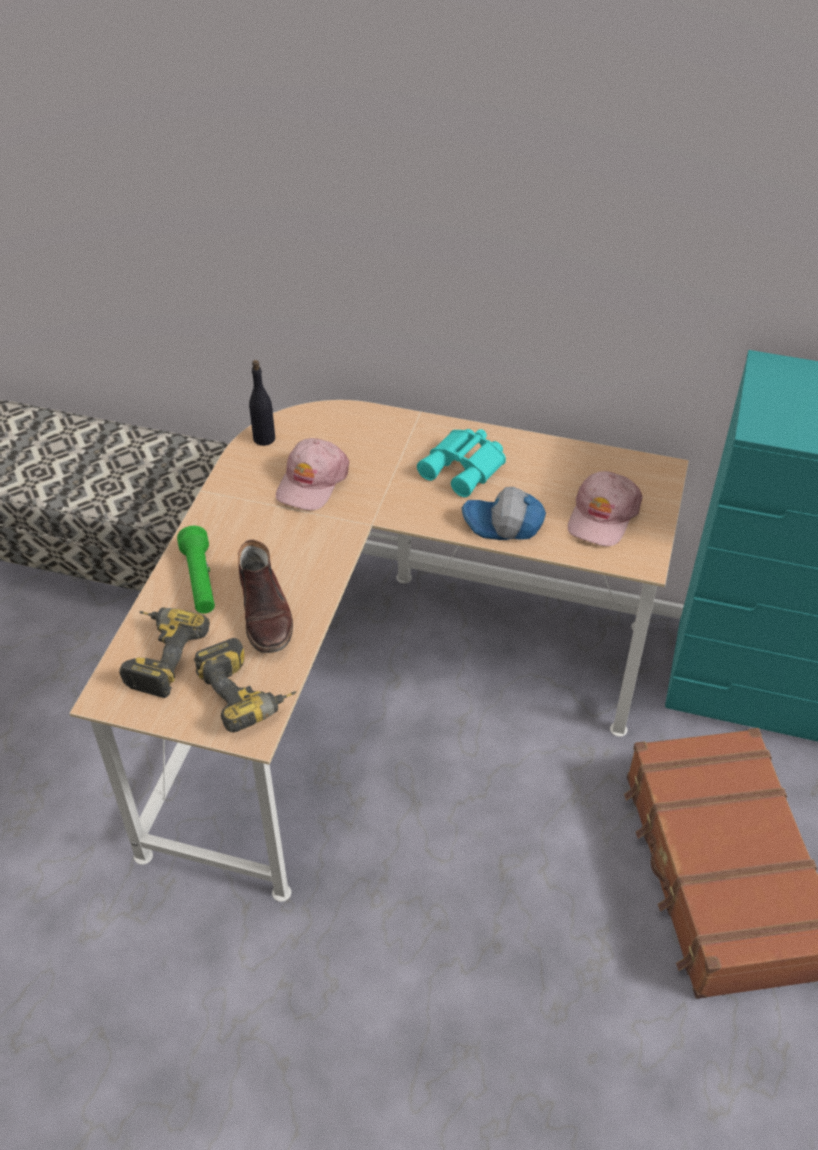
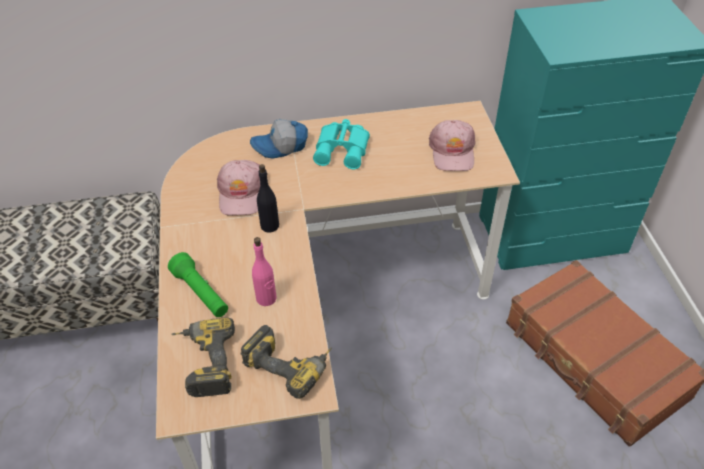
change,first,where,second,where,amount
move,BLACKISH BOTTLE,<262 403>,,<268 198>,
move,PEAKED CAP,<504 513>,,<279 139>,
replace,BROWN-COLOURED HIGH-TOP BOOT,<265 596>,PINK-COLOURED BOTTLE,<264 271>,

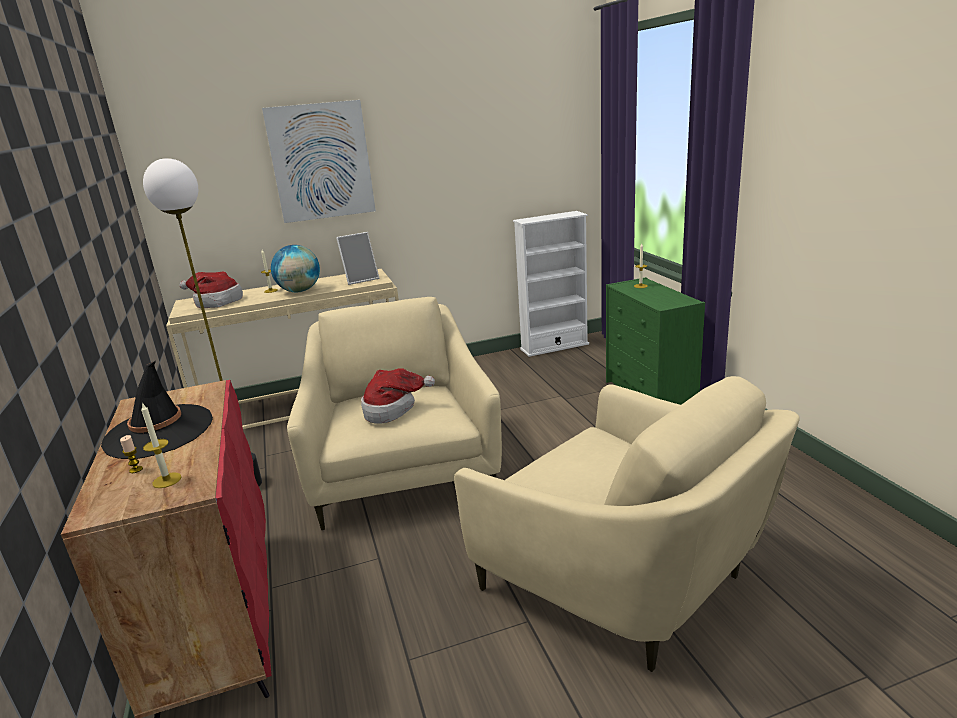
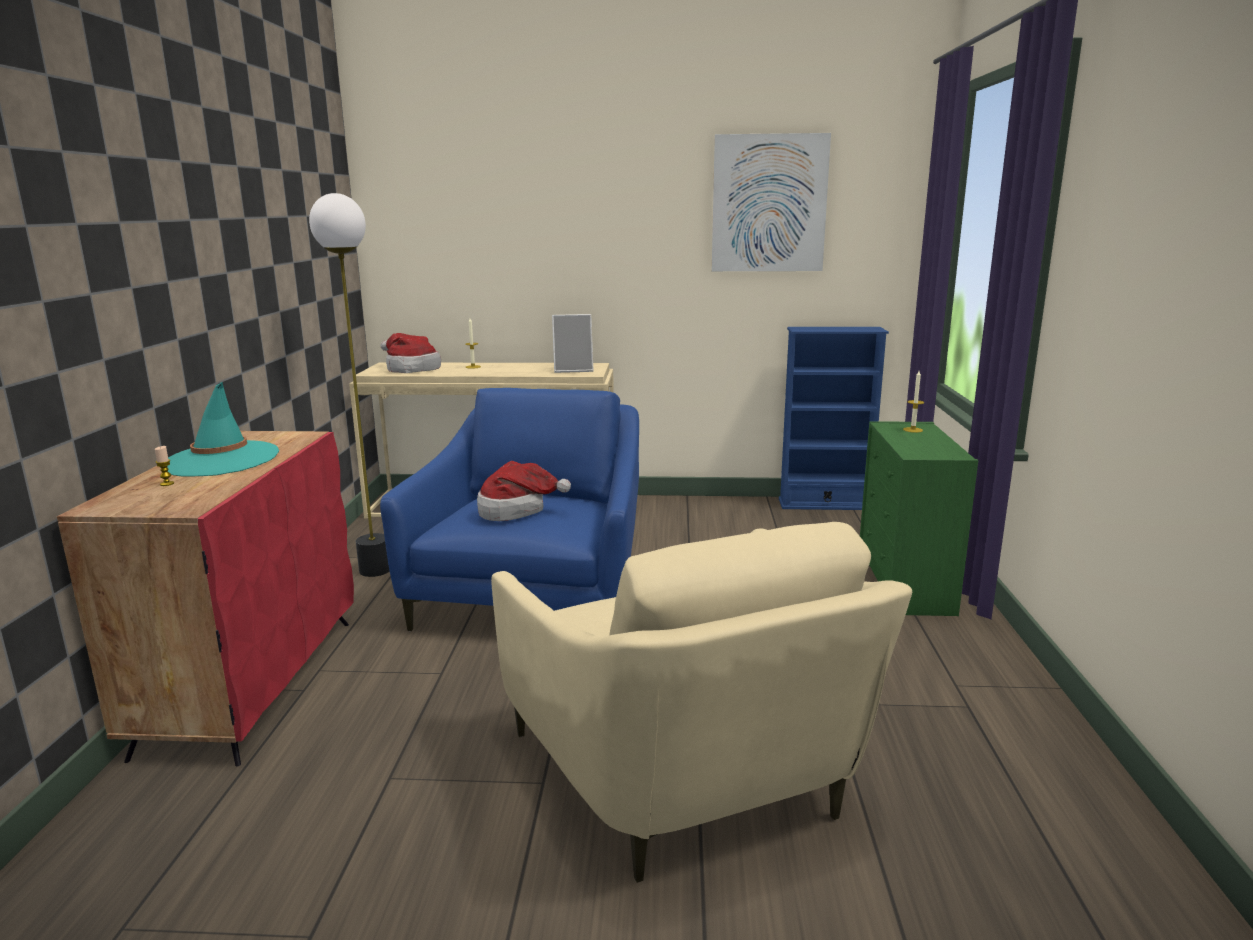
change,first,where,second,where,amount
delete,CANDLE,<161 445>,,,
delete,DESK GLOBE,<295 268>,,,
move,PICTURE,<319 161>,,<771 202>,
recolor,BLACKISH CLOTHING HAT,<157 410>,BLUE-GREEN CLOTHING HAT,<219 429>,
recolor,BEIGE-COLOURED EASY CHAIR,<394 413>,BLUE-COLOURED EASY CHAIR,<509 509>,
recolor,WHITISH SHELVING UNIT,<551 284>,BLUE-COLOURED SHELVING UNIT,<834 418>,

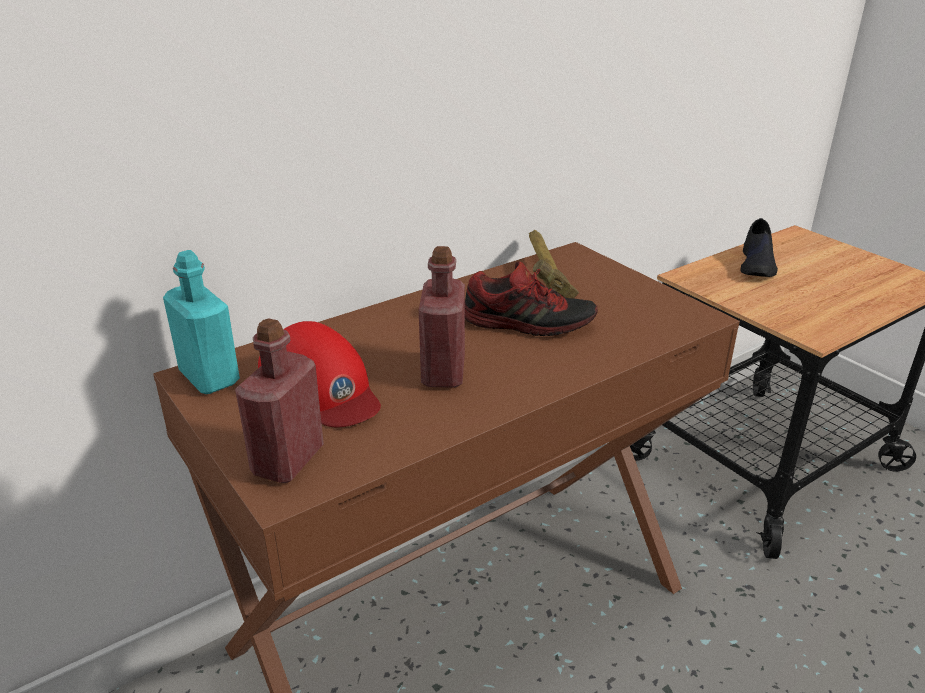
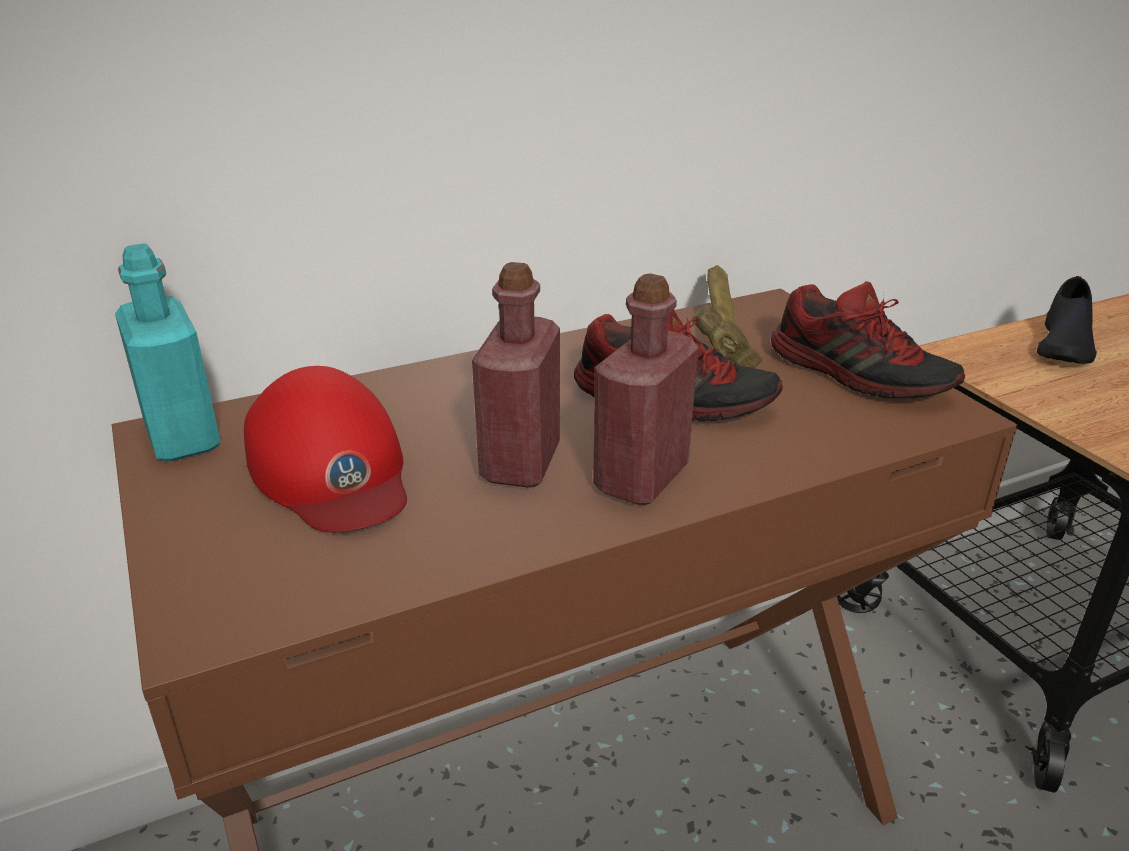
change,first,where,second,where,amount
insert,,,ITEM OF FOOTWEAR,<868 339>,
move,RED BOTTLE,<279 400>,,<646 389>,

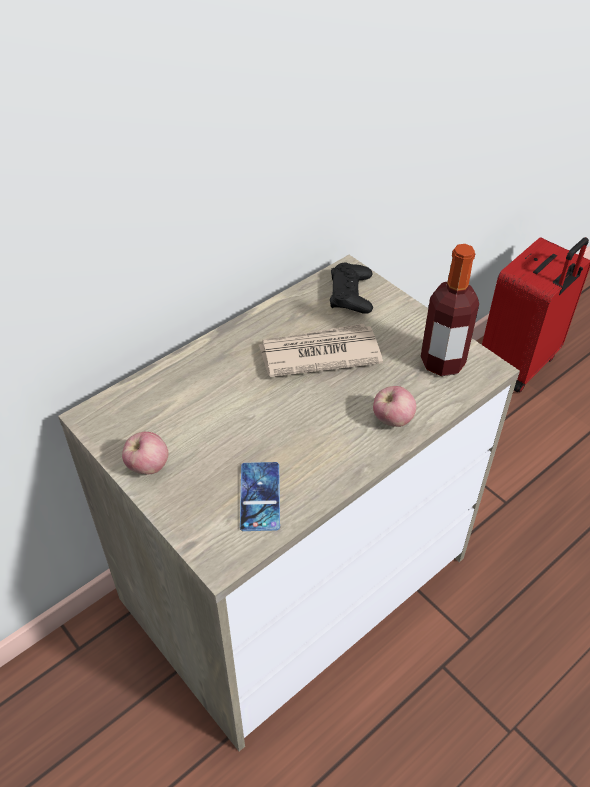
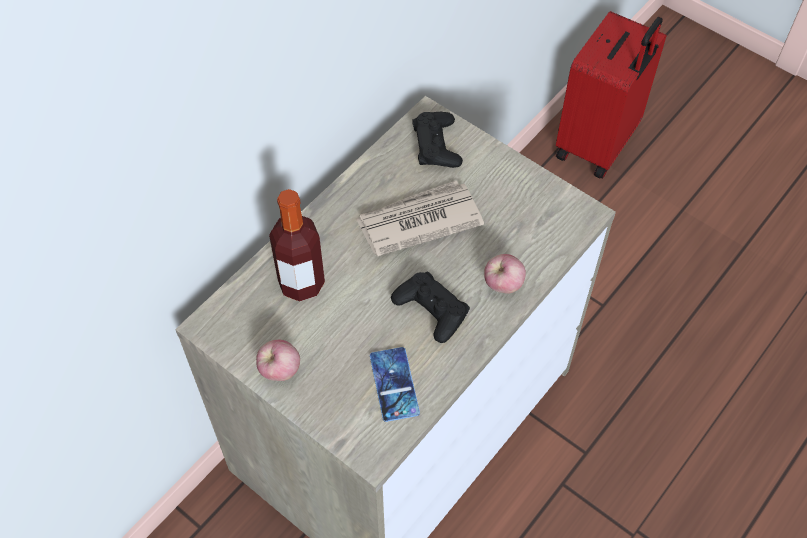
change,first,where,second,where,amount
insert,,,BLACKISH GAMEPAD,<430 307>,
move,BOTTLE,<450 310>,,<297 245>,

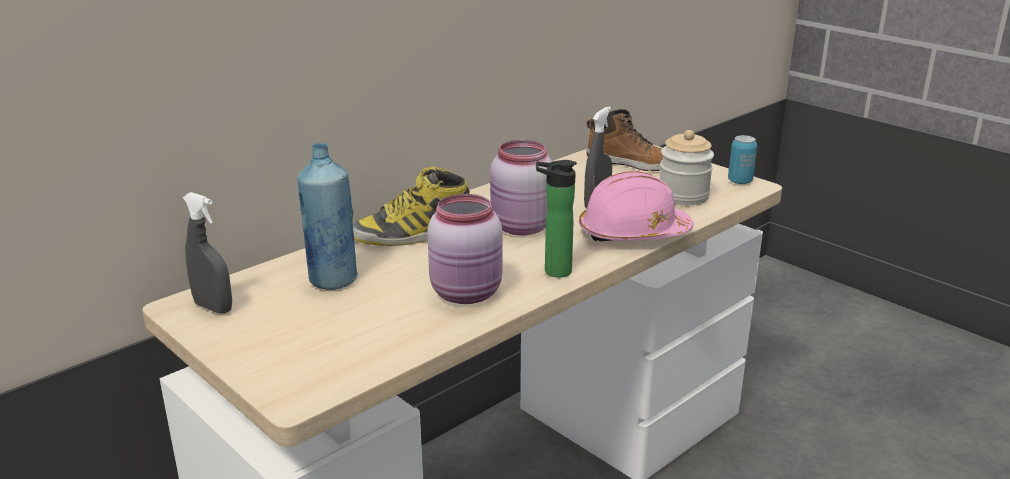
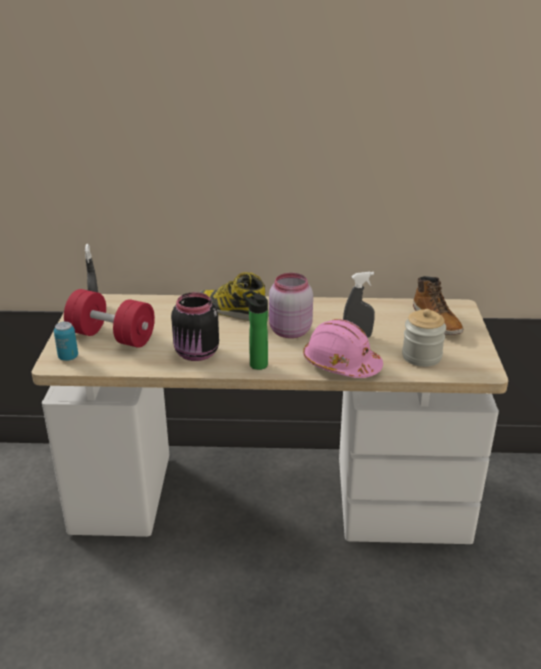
change,first,where,second,where,amount
delete,BLUE-COLOURED BOTTLE,<328 216>,,,
insert,,,RED FREE WEIGHT,<109 318>,
move,METAL CAN,<742 159>,,<66 341>,
recolor,PINK-COLOURED PRESERVE JAR,<464 249>,BLACKISH PRESERVE JAR,<195 326>,

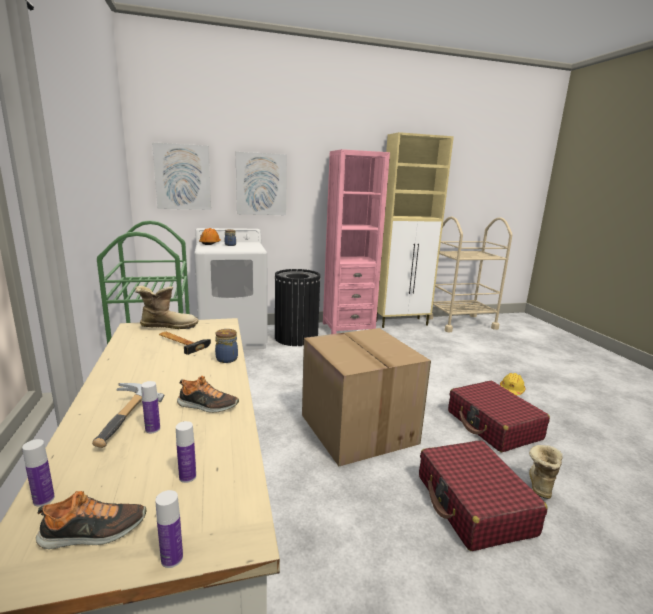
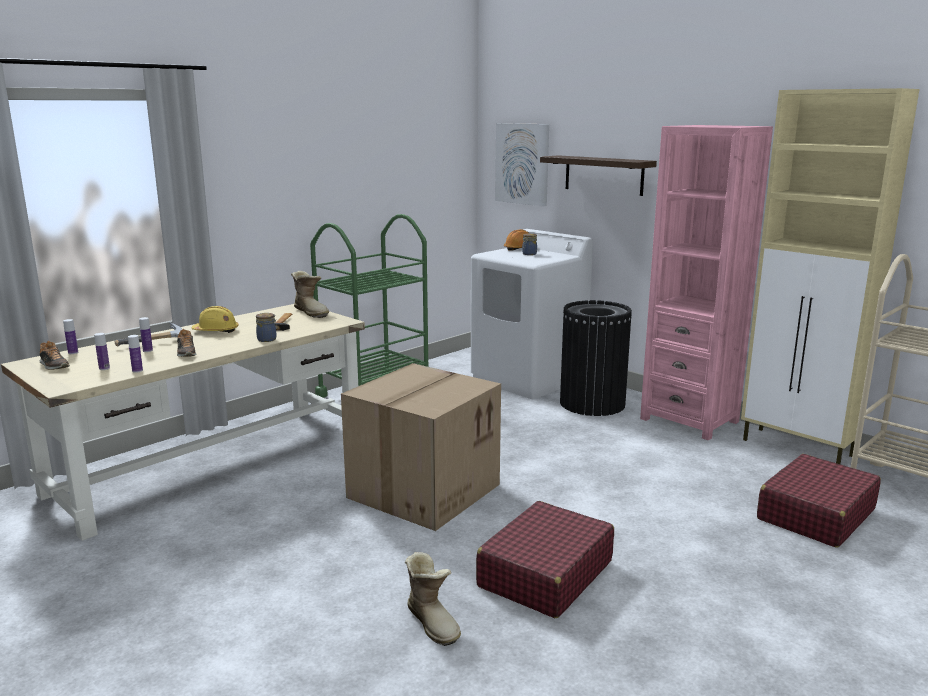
change,first,where,second,where,amount
move,BOTTLE,<169 529>,,<135 354>,
move,RED PIECE OF LUGGAGE,<483 495>,,<819 501>,
move,YELLOWISH HARD HAT,<513 384>,,<215 319>,
replace,PICTURE,<261 183>,WALL SHELF,<598 175>,
rotate,HIGH-TOP BOOT,<546 472>,,<433 599>,60 degrees clockwise

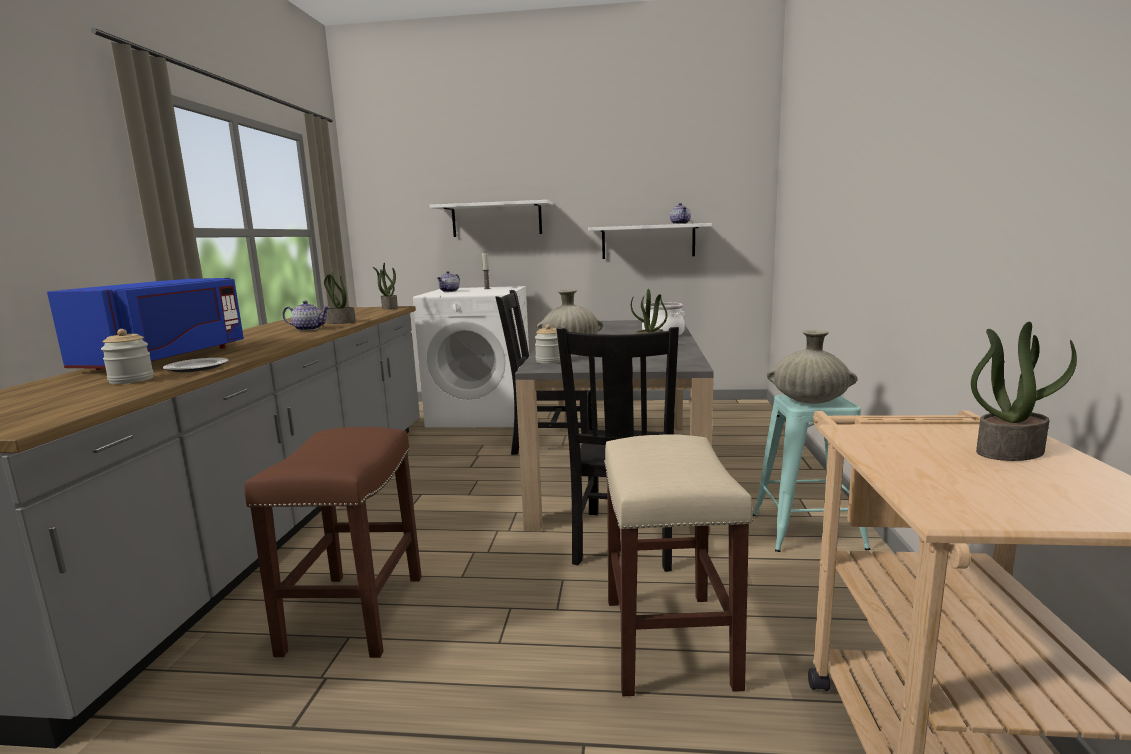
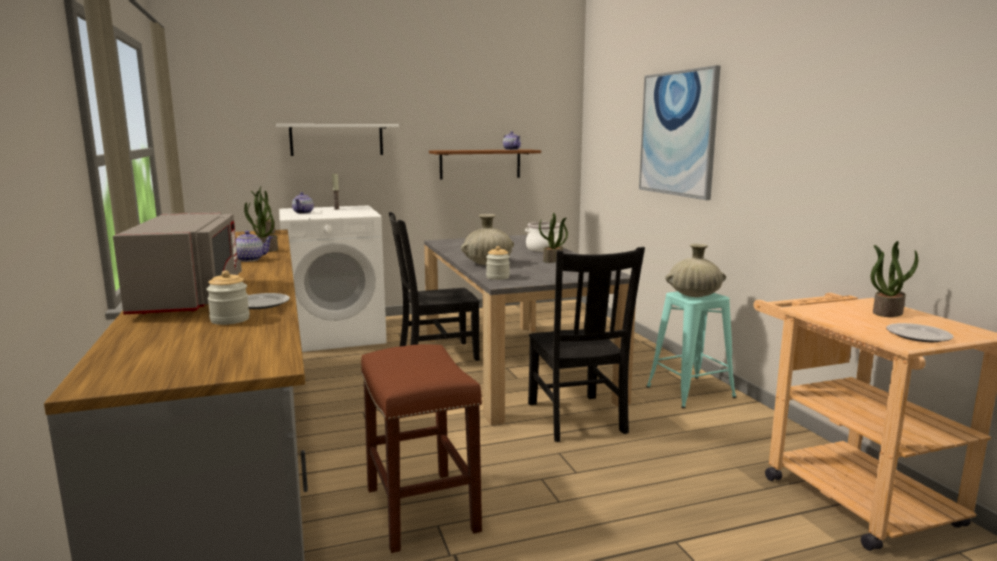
change,first,where,second,where,amount
delete,BEIGE-COLOURED SITTING STOOL,<678 565>,,,
insert,,,PICTURE,<680 132>,
insert,,,DINNER PLATE,<919 332>,
recolor,BLUE-COLOURED MICROWAVE OVEN,<145 324>,GRAY MICROWAVE OVEN,<177 263>,
recolor,WHITISH WALL SHELF,<650 241>,BROWN-COLOURED WALL SHELF,<485 164>,

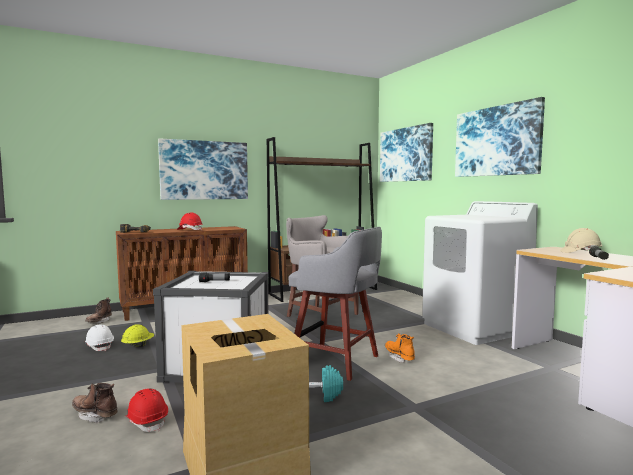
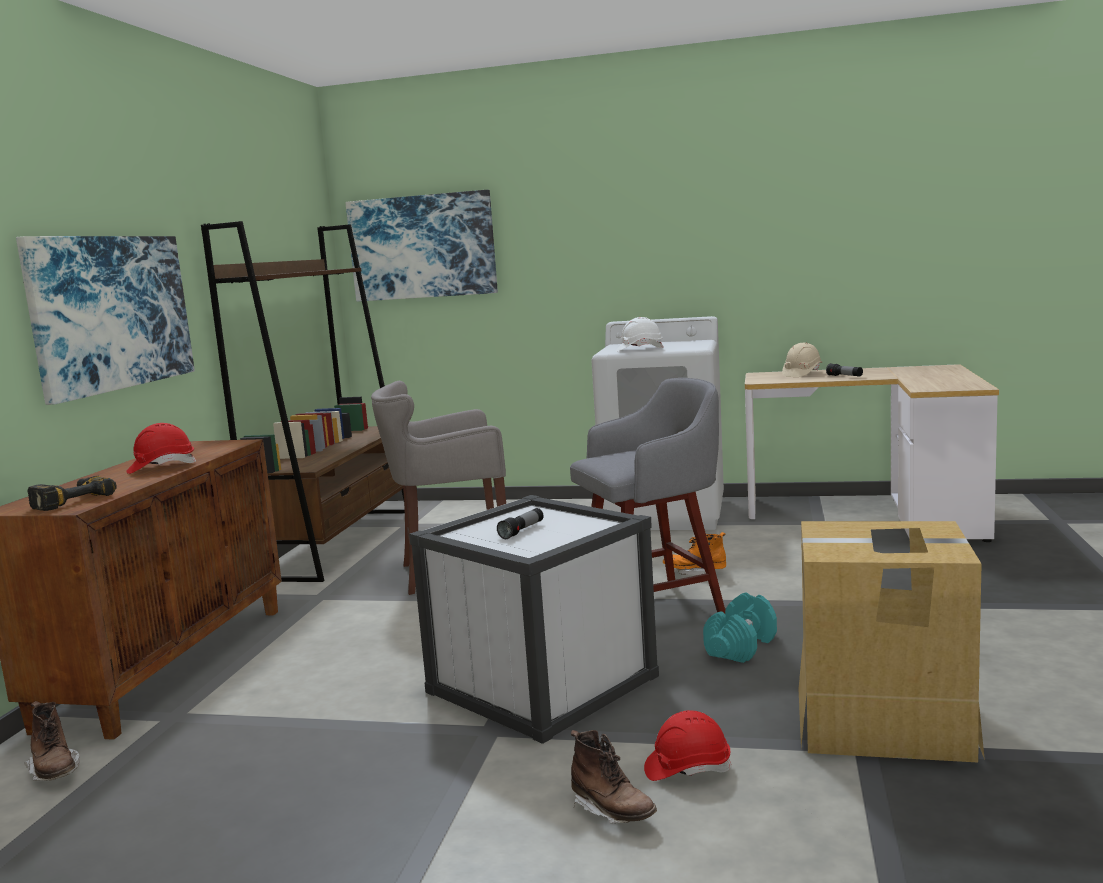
change,first,where,second,where,amount
delete,YELLOWISH HARD HAT,<137 336>,,,
delete,PICTURE,<500 137>,,,
move,WHITISH HARD HAT,<99 337>,,<639 334>,
rotate,BROWN-COLOURED HIGH-TOP BOOT,<95 403>,,<614 776>,105 degrees counterclockwise

